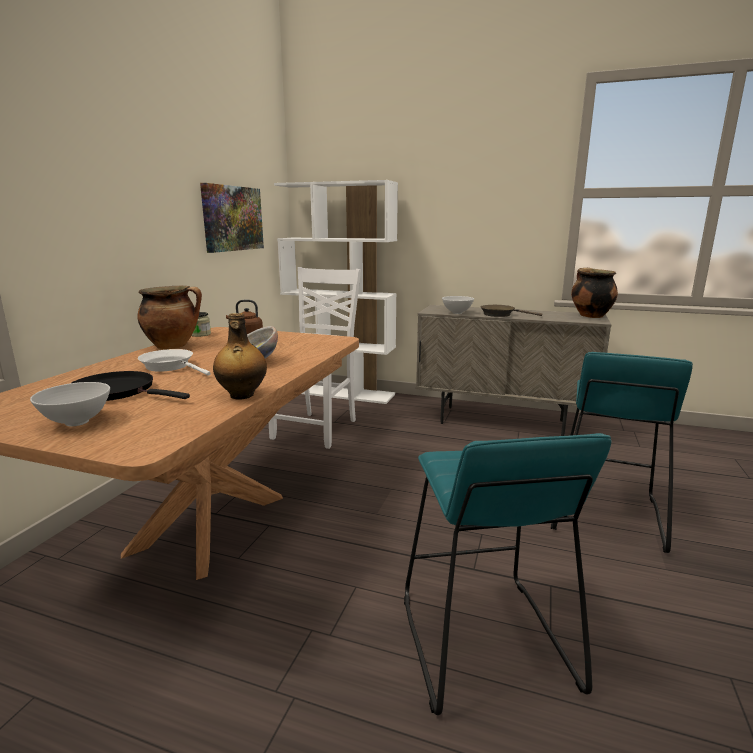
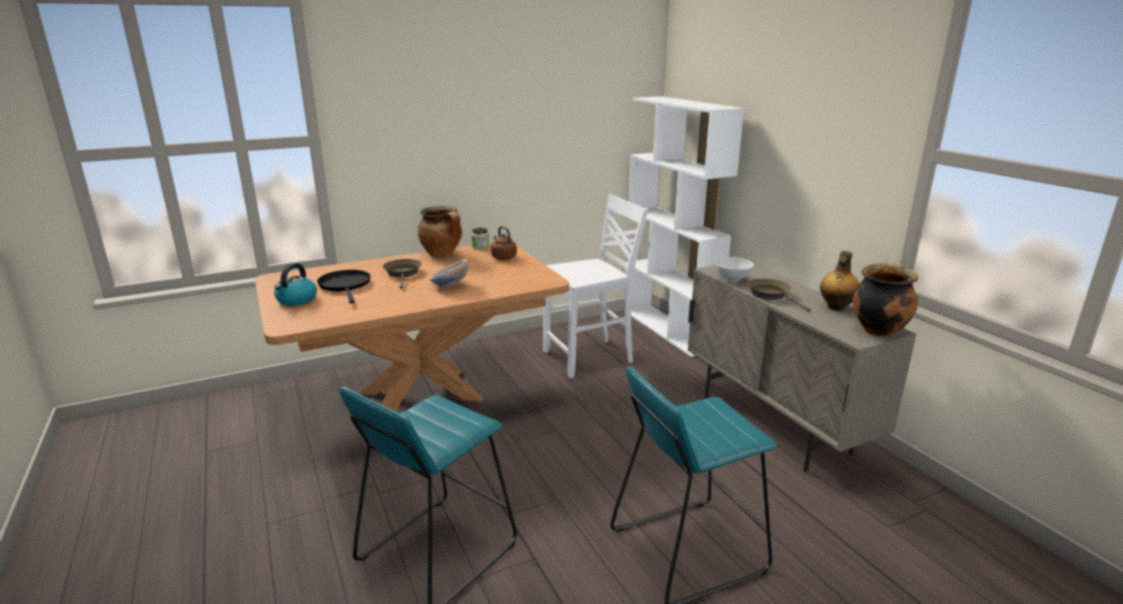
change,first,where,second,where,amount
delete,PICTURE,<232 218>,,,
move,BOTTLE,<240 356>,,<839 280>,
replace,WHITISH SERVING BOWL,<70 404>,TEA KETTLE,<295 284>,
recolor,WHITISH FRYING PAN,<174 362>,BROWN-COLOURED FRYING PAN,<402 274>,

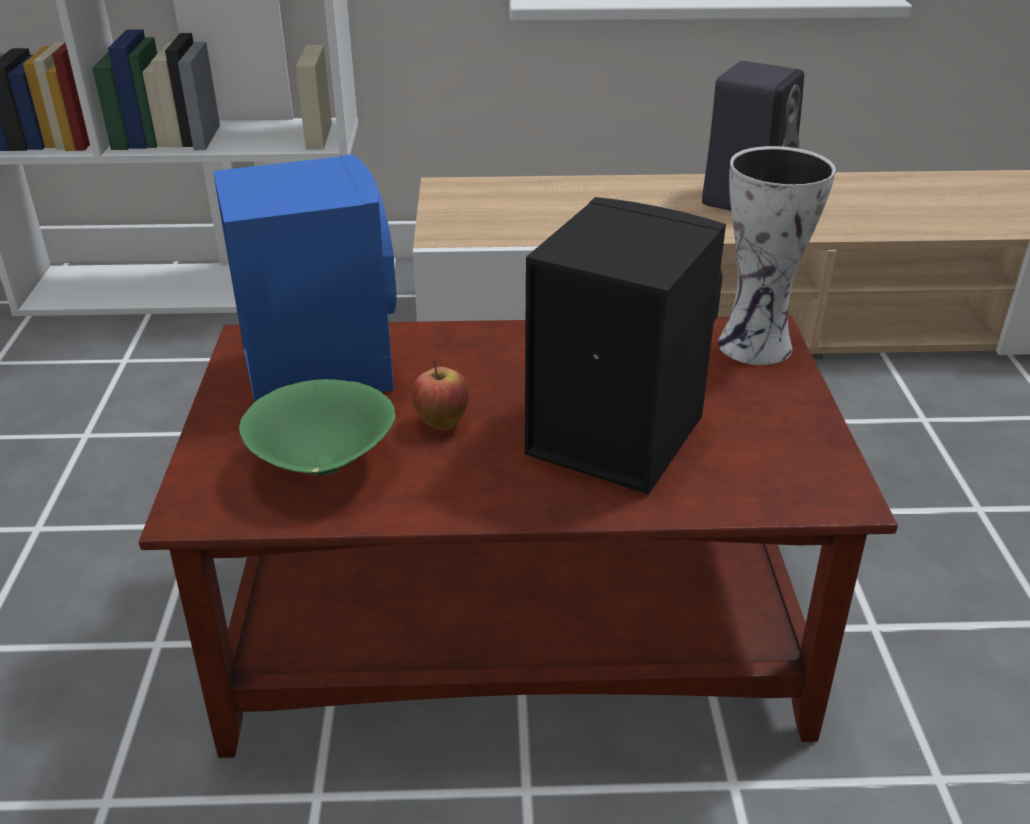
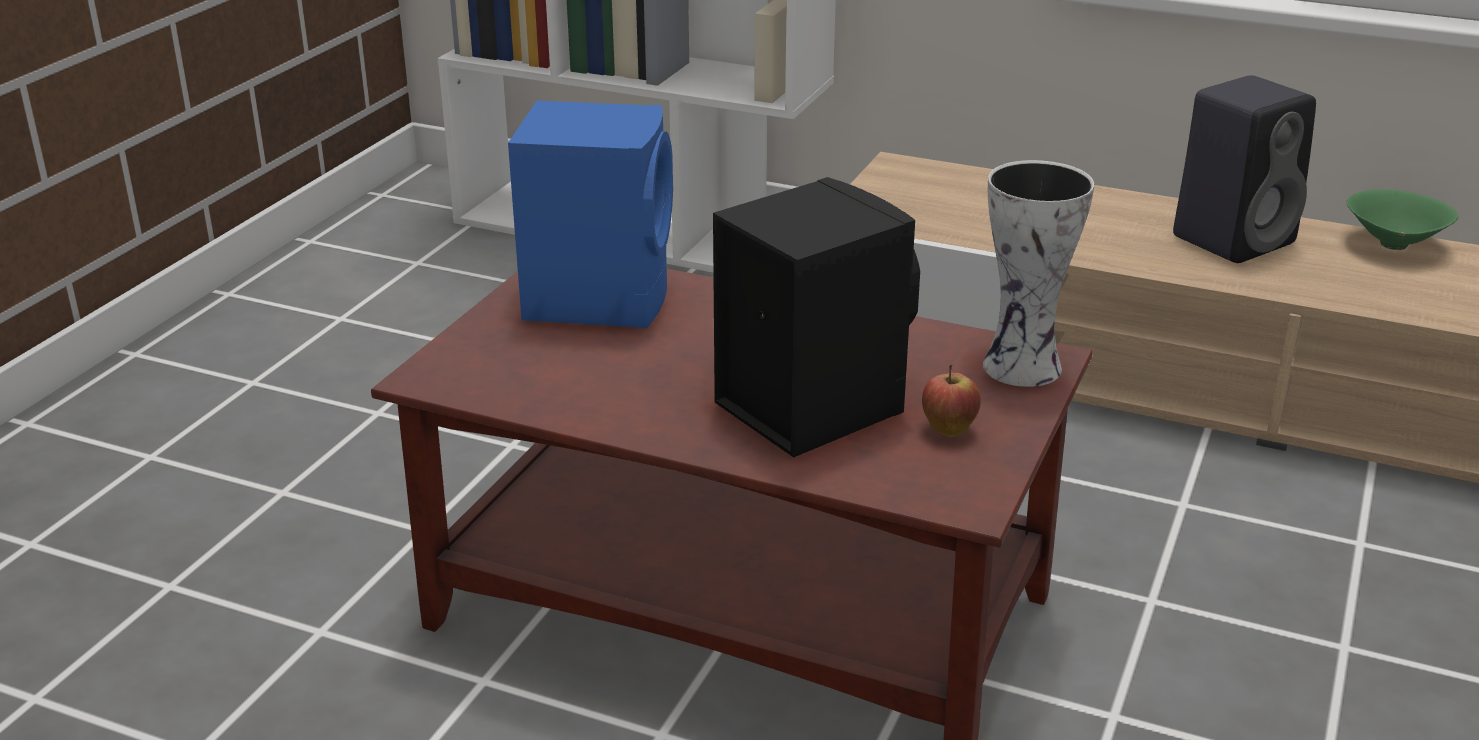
change,first,where,second,where,amount
move,GREEN-COLOURED SERVING BOWL,<317 427>,,<1403 219>,
move,APPLE FRUIT,<440 395>,,<951 400>,

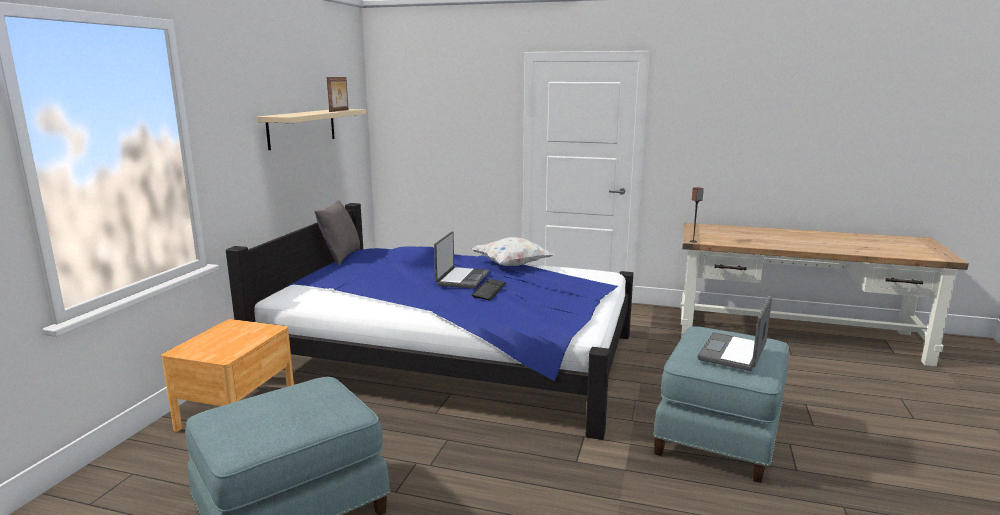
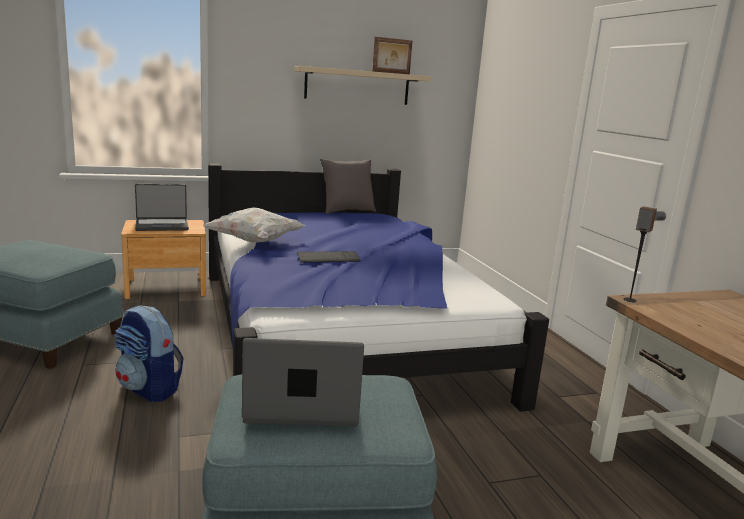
change,first,where,second,where,amount
insert,,,KNAPSACK,<149 353>,
move,LAPTOP,<461 260>,,<162 207>,
move,WHITISH THROW PILLOW,<513 251>,,<254 225>,

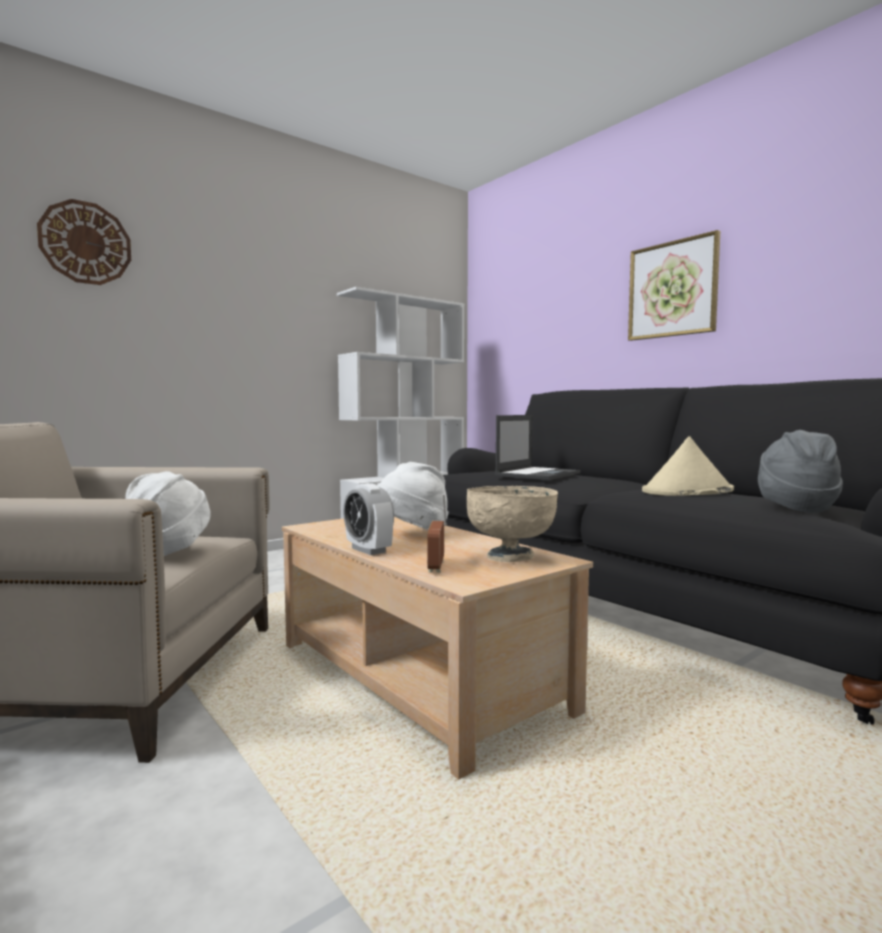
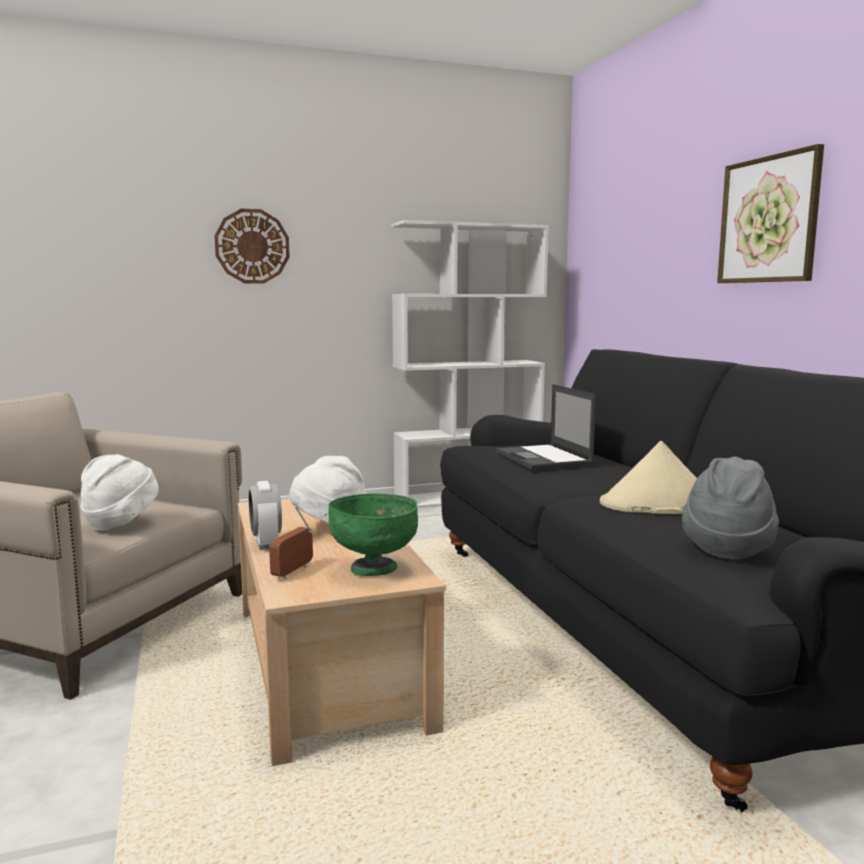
change,first,where,second,where,amount
move,WALL CLOCK,<84 242>,,<252 246>,
recolor,BEIGE-COLOURED SERVING BOWL,<512 524>,GREEN-COLOURED SERVING BOWL,<373 534>,
rotate,LAPTOP,<537 447>,,<546 427>,105 degrees clockwise

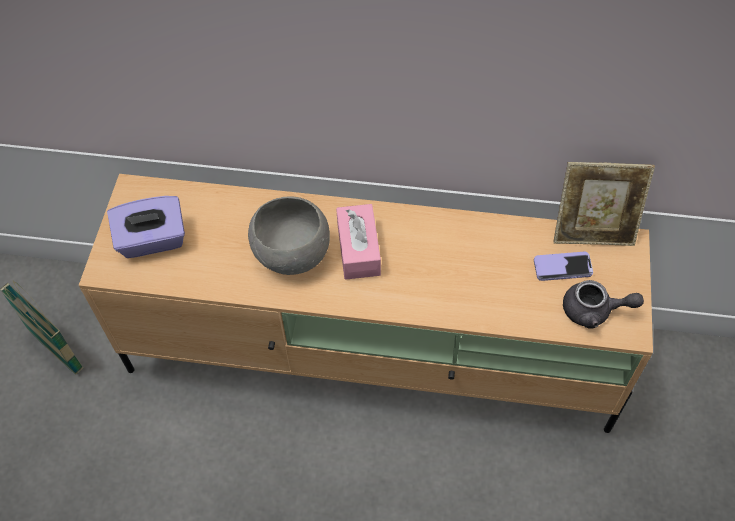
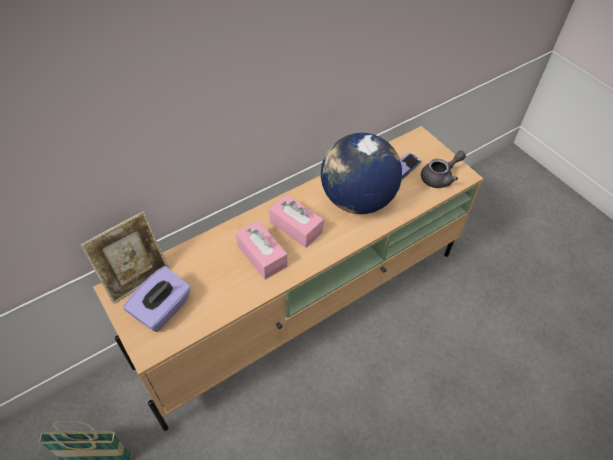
change,first,where,second,where,amount
insert,,,DESK GLOBE,<361 173>,
move,PHOTO FRAME,<604 204>,,<125 257>,
replace,GRAY SERVING BOWL,<289 236>,PINK-COLOURED TISSUE HOLDER,<261 250>,

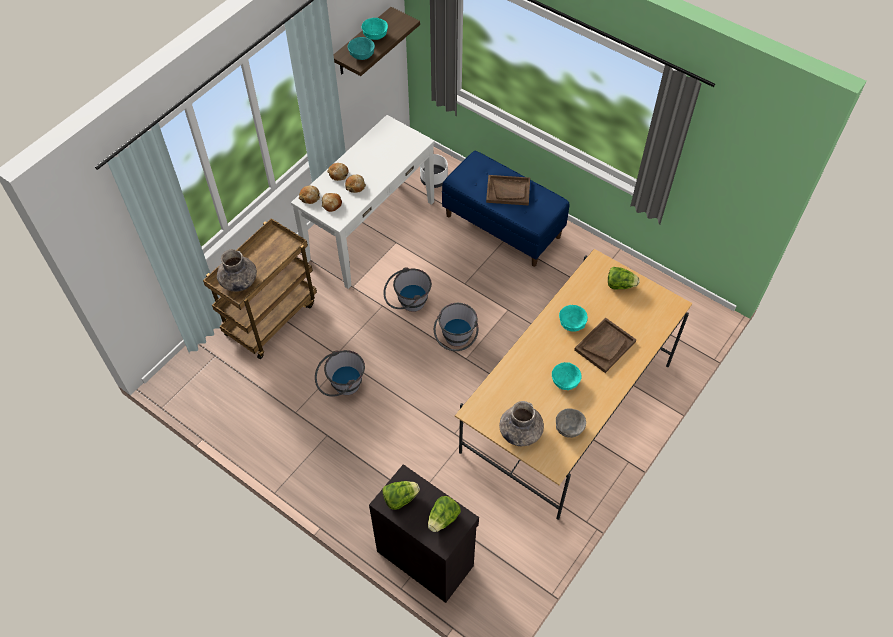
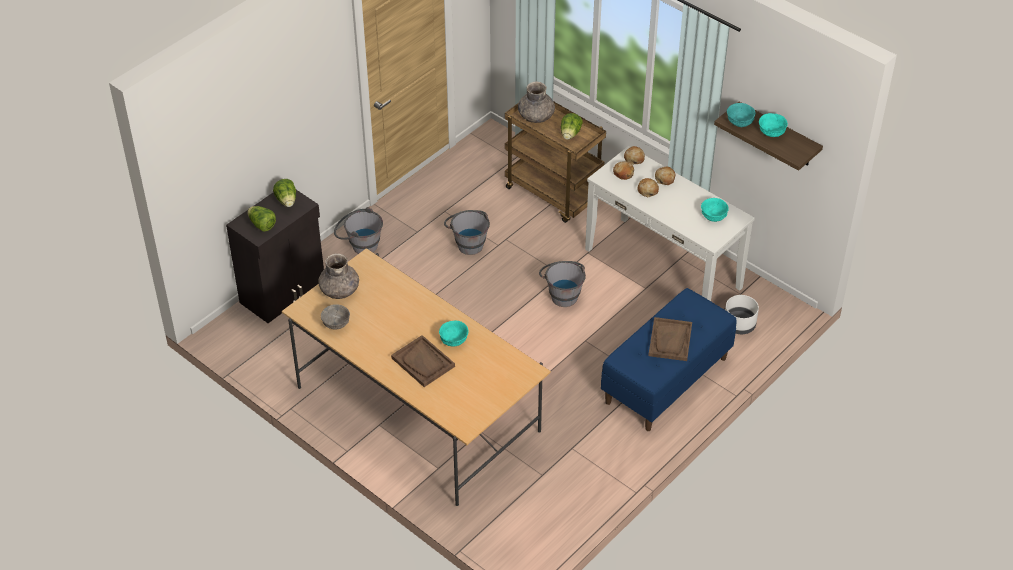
change,first,where,second,where,amount
move,GRAY PAIL,<456 327>,,<358 230>,
move,BLUE-GREEN SERVING BOWL,<567 376>,,<715 210>,
move,LETTUCE HEAD,<623 278>,,<572 126>,

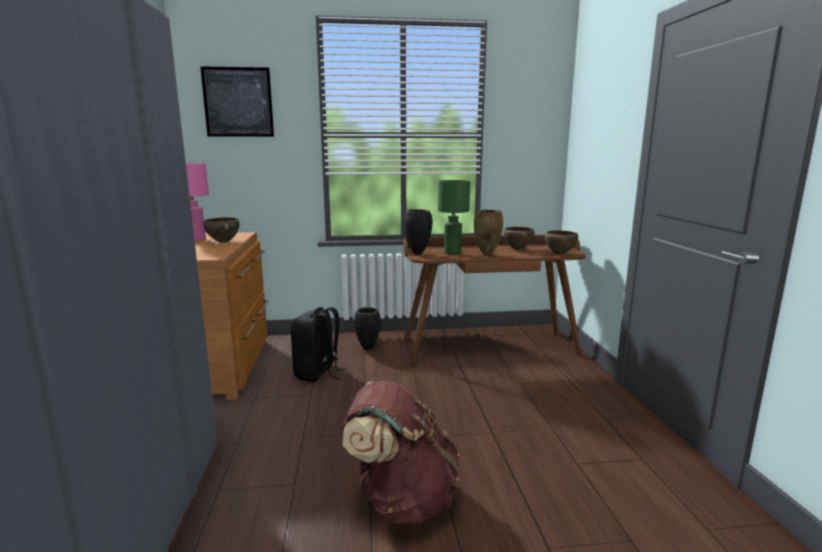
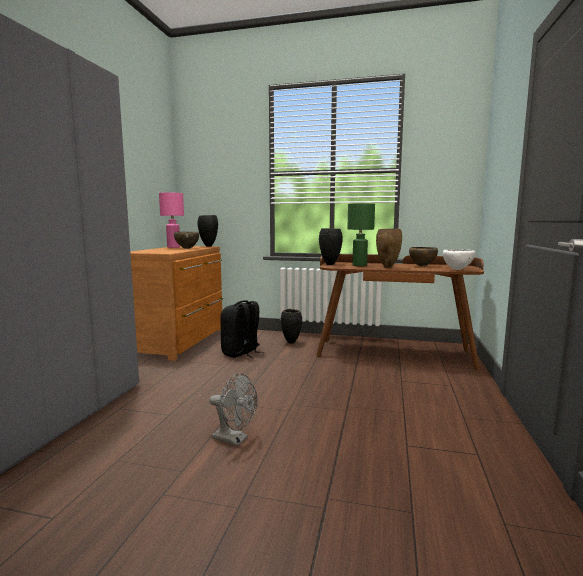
change,first,where,second,where,amount
delete,PICTURE,<237 101>,,,
insert,,,BLACKISH VASE,<208 231>,
replace,BROWN-COLOURED KNAPSACK,<401 453>,GRAY FAN,<233 409>,
recolor,BROWN-COLOURED SERVING BOWL,<561 242>,WHITISH SERVING BOWL,<459 259>,

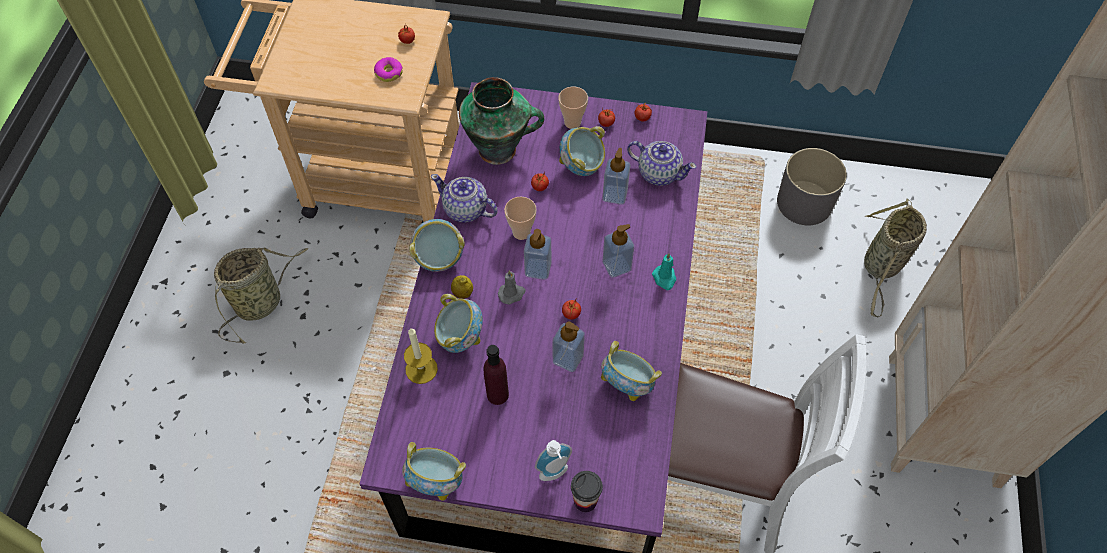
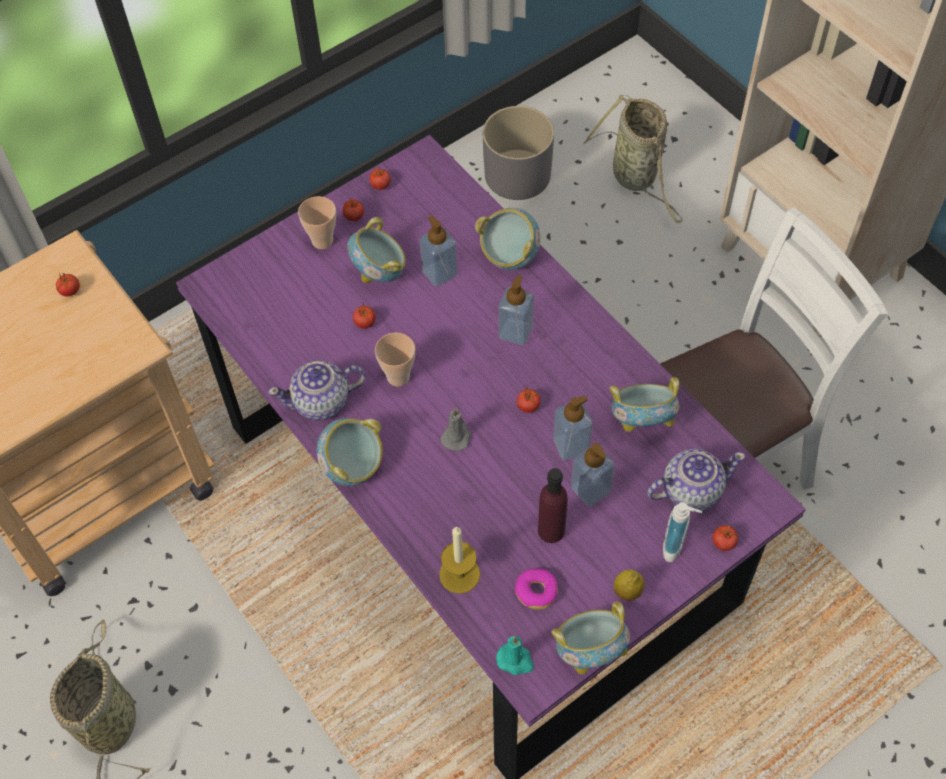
change,first,where,second,where,amount
delete,VASE,<501 121>,,,
move,DONUT,<388 69>,,<536 589>,
move,SERVING BOWL,<458 323>,,<508 239>,
move,WHOLE LEMON,<462 287>,,<629 585>,
move,LIQUID SOAP BOTTLE,<537 254>,,<593 474>,
move,POT FOR TEA,<662 163>,,<696 480>,
move,BLUE-GREEN CANDLE,<664 271>,,<515 655>,
replace,CUP,<587 491>,WHOLE TOMATO,<725 538>,

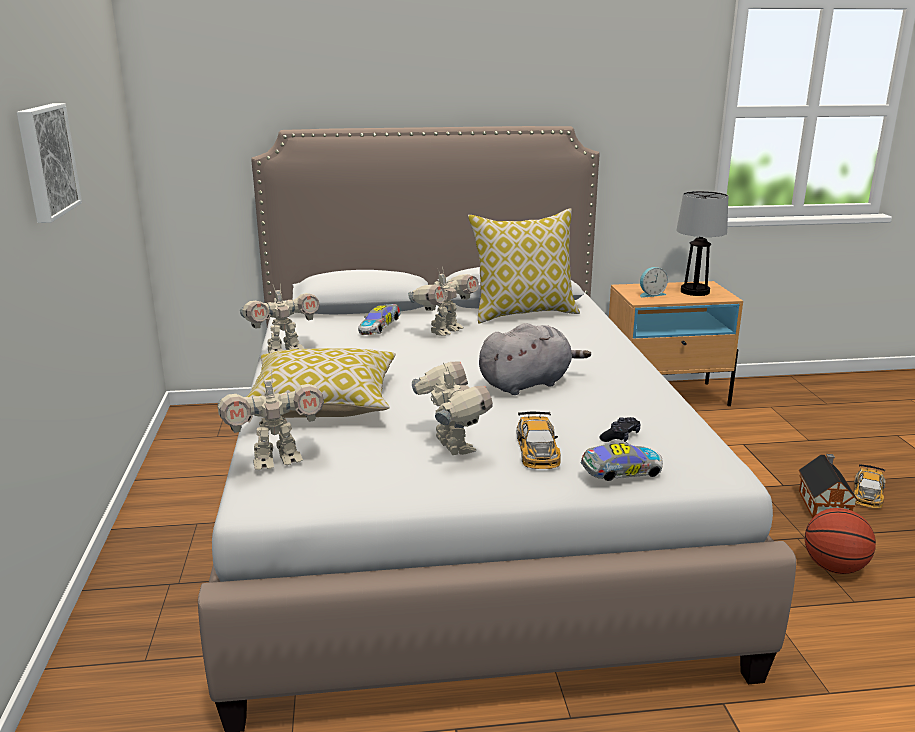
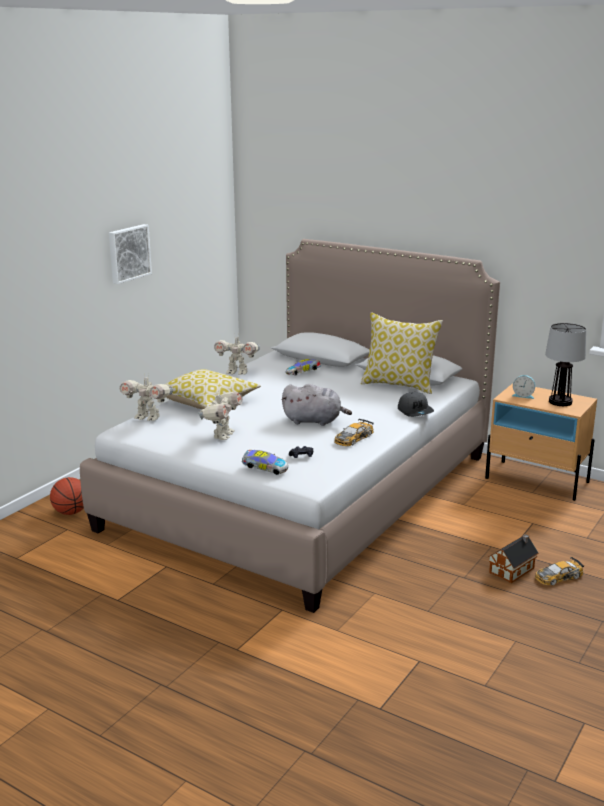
change,first,where,second,where,amount
delete,ROBOT FIGURE,<443 301>,,,
insert,,,GRAY PEAKED CAP,<416 404>,
move,MODEL CAR,<539 440>,,<354 432>,
move,BASKETBALL BALL,<840 541>,,<67 496>,

